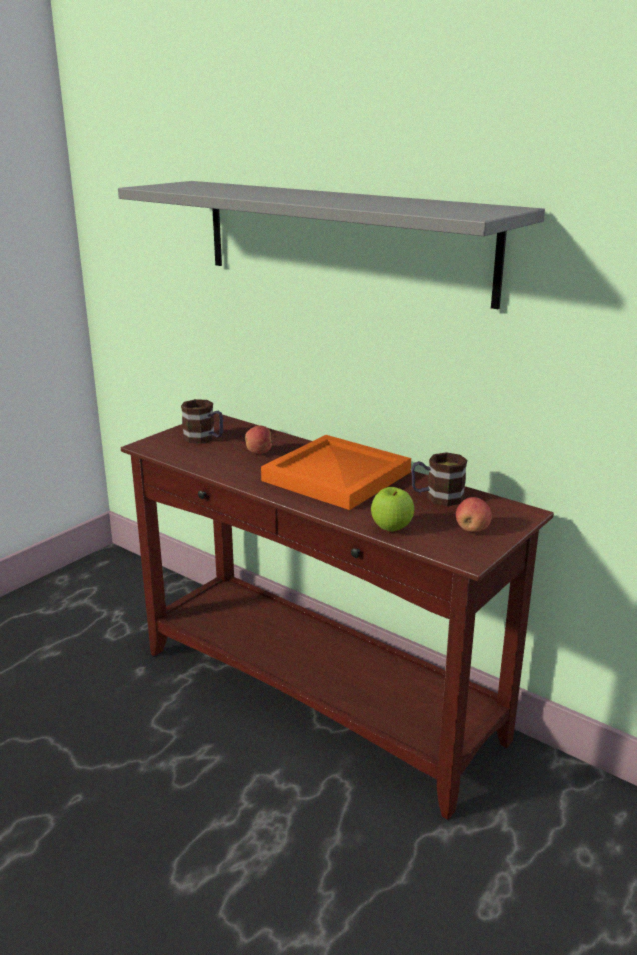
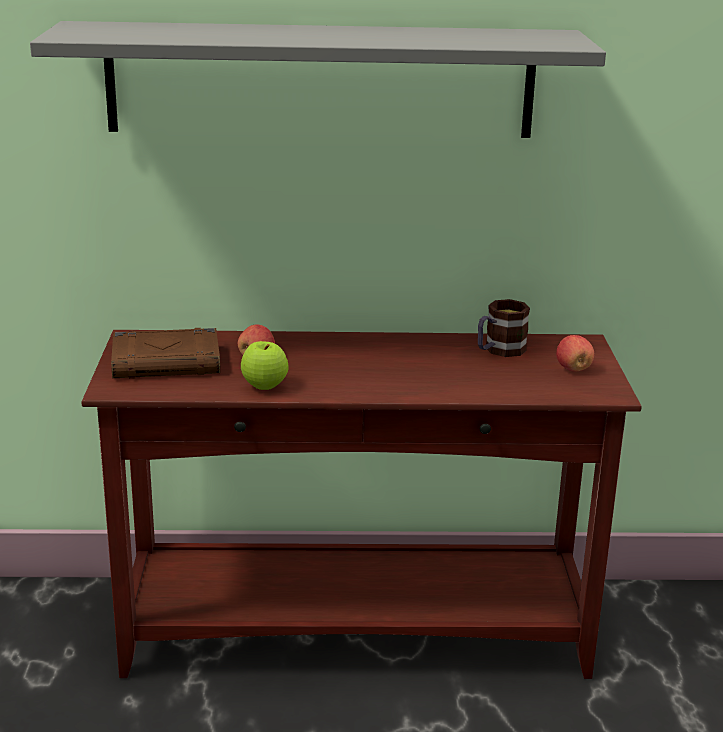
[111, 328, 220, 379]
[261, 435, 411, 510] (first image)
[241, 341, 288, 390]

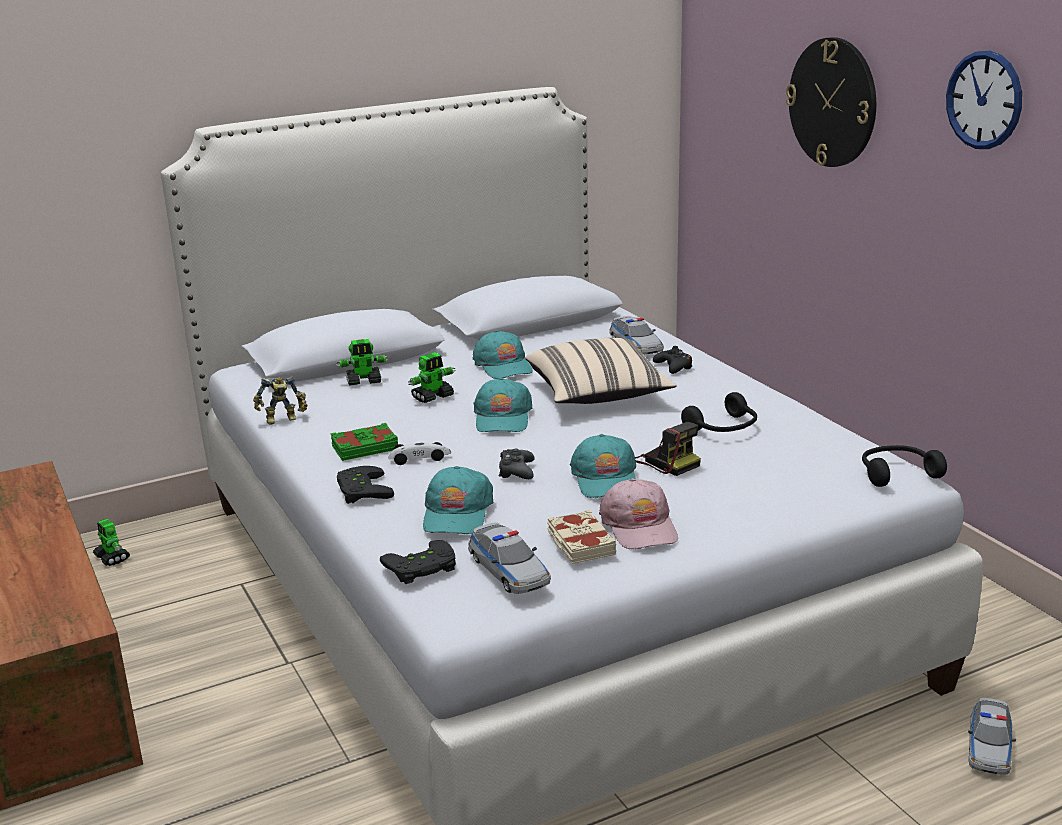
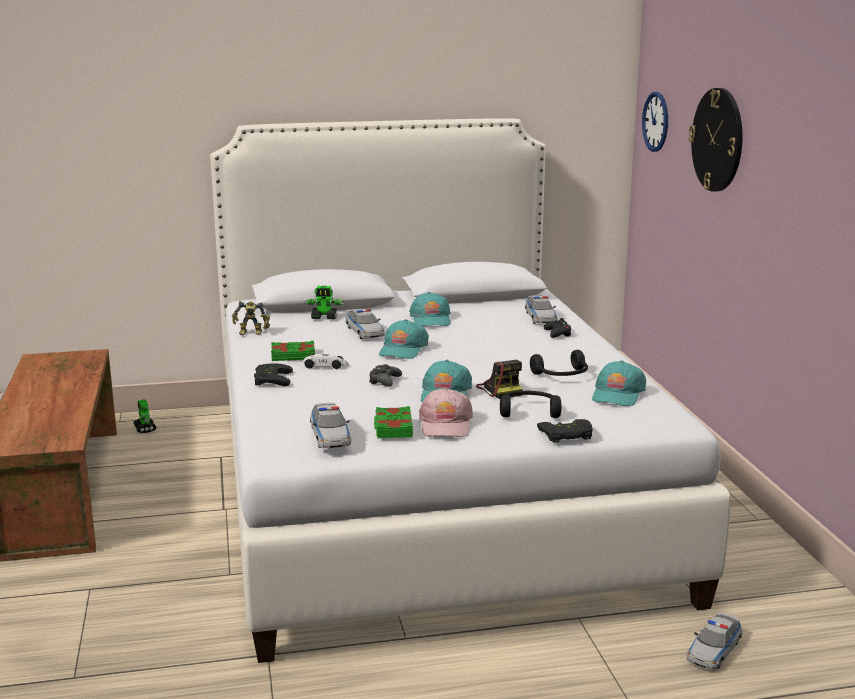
[642, 92, 668, 152]
[525, 338, 677, 404] (first image)
[346, 309, 385, 339]
[500, 391, 562, 418]
[592, 361, 646, 406]
[374, 406, 413, 438]
[537, 419, 593, 443]

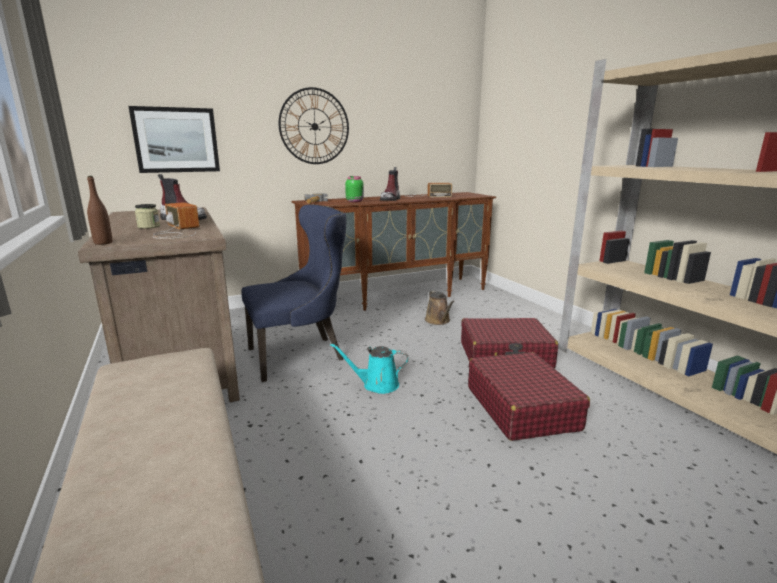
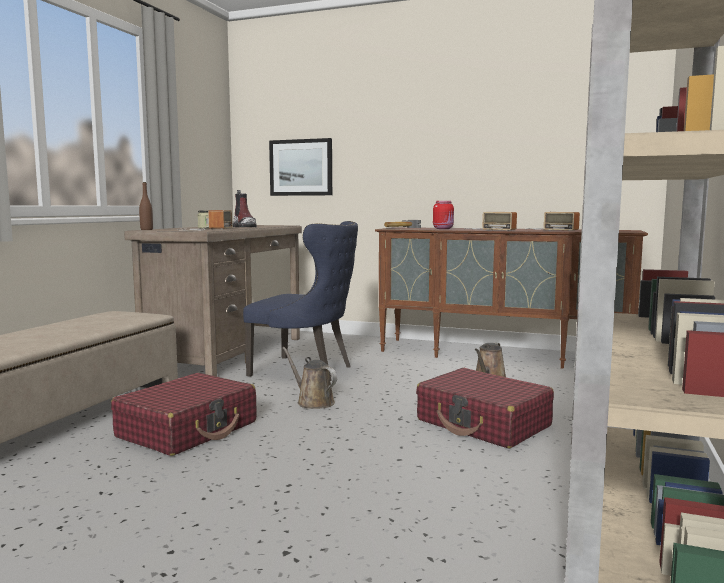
[279, 87, 349, 164] (first image)
[465, 212, 517, 231]
[433, 201, 454, 229]
[282, 347, 337, 409]
[111, 373, 257, 456]

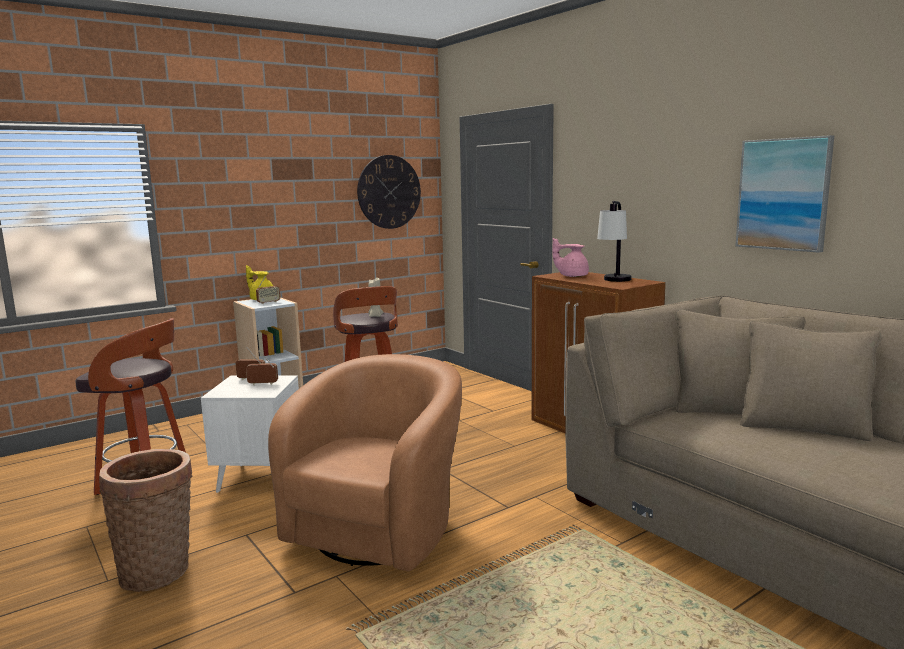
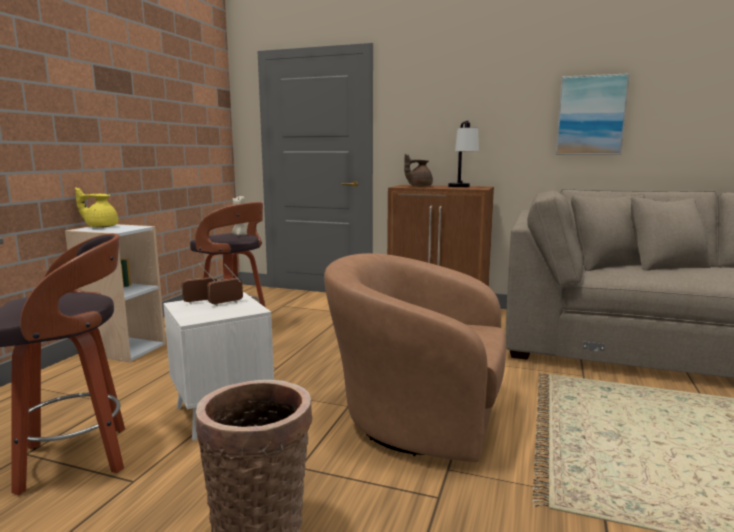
[357, 155, 421, 229] (first image)
[404, 154, 433, 187]
[256, 275, 280, 304] (first image)
[324, 253, 506, 462]

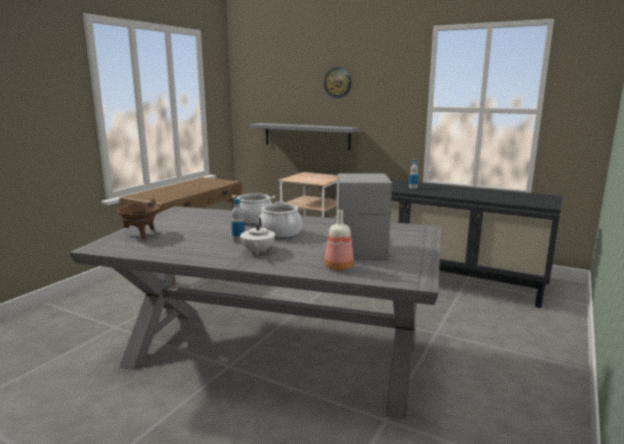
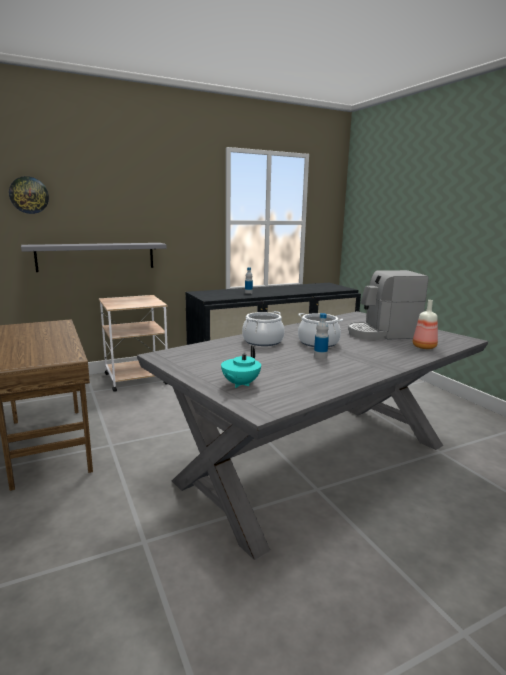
[9, 176, 49, 214]
[348, 270, 429, 340]
[221, 345, 261, 388]
[240, 218, 275, 255] (first image)

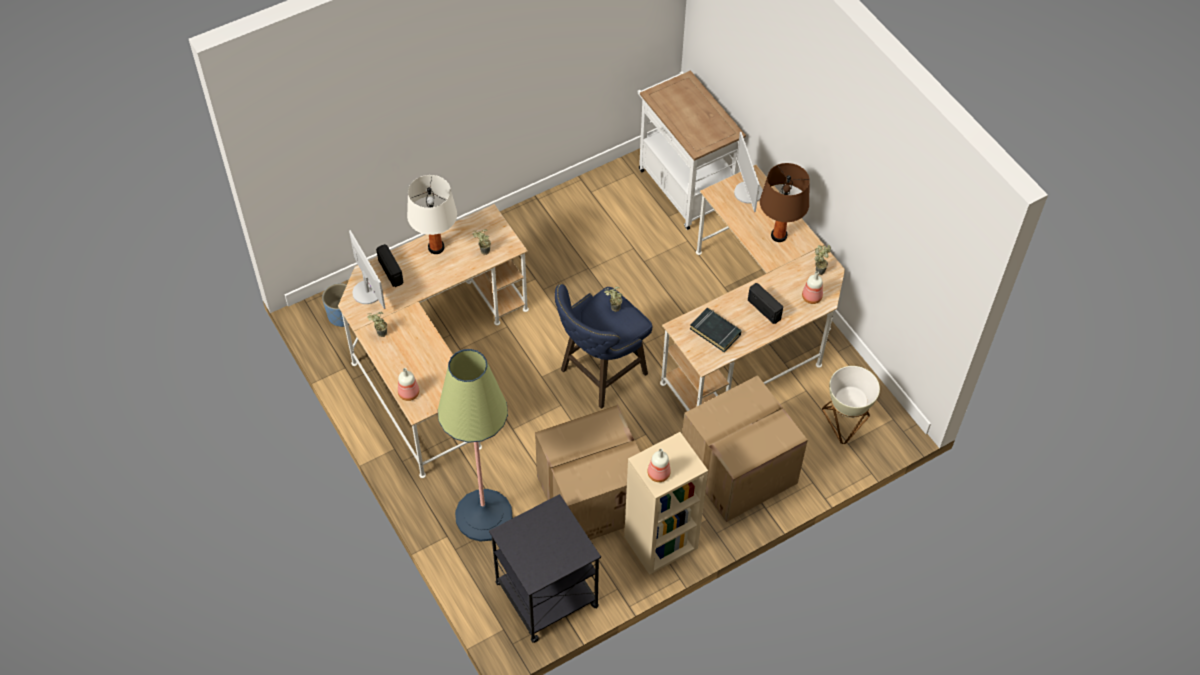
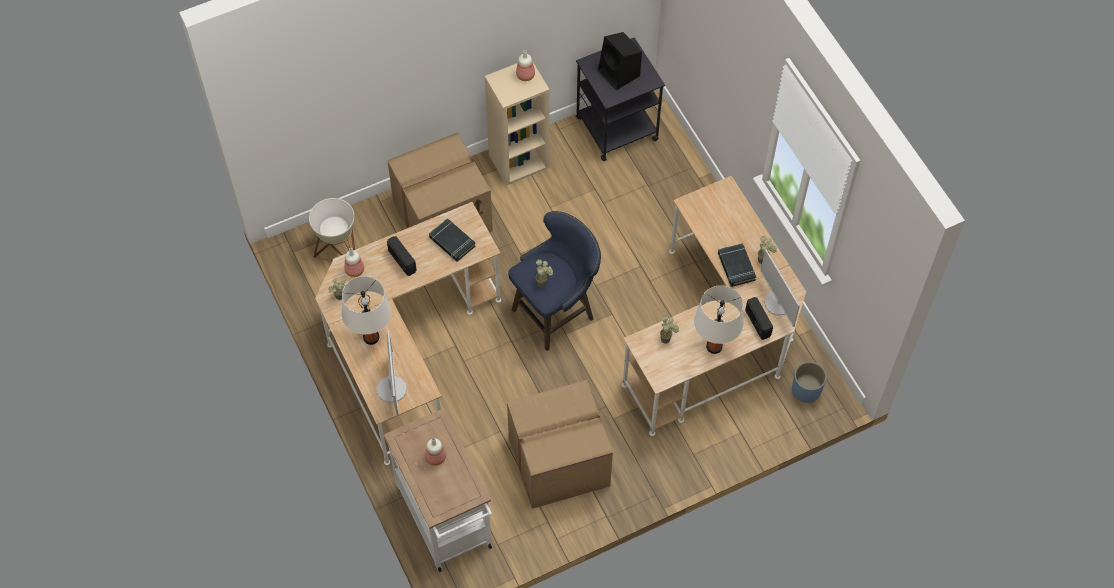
[342, 276, 391, 345]
[438, 349, 513, 542] (first image)
[425, 438, 446, 466]
[507, 380, 613, 509]
[598, 32, 642, 90]
[718, 243, 756, 287]

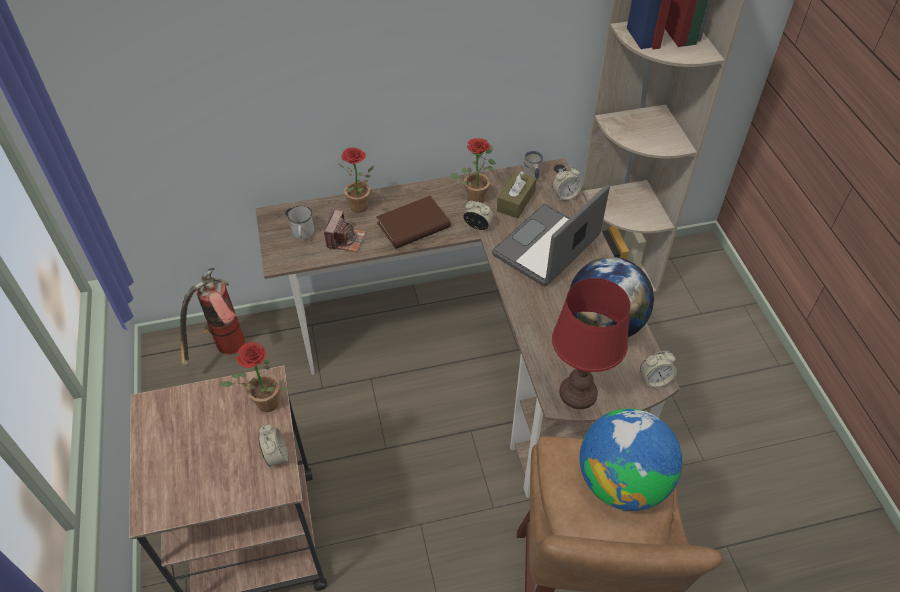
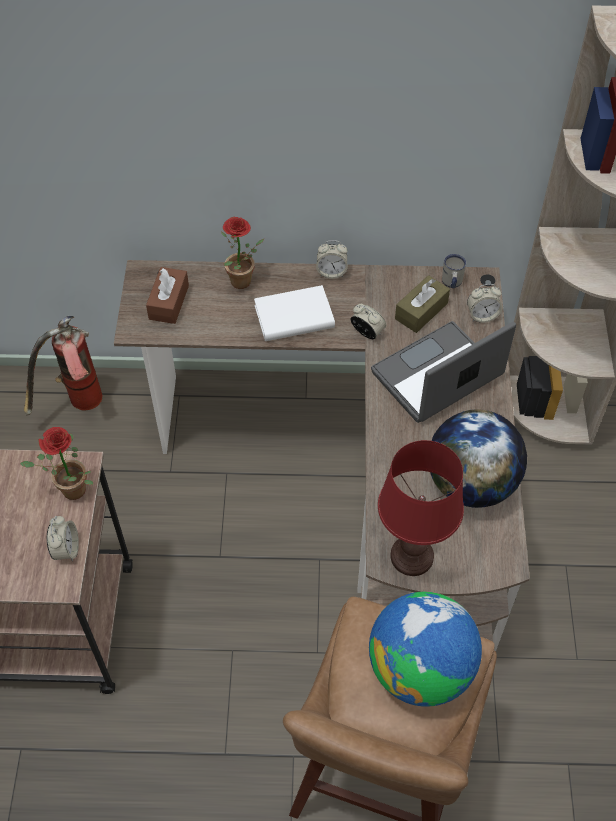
[450, 138, 496, 203] (first image)
[254, 285, 335, 341]
[146, 267, 189, 324]
[324, 210, 366, 252] (first image)
[316, 240, 348, 279]

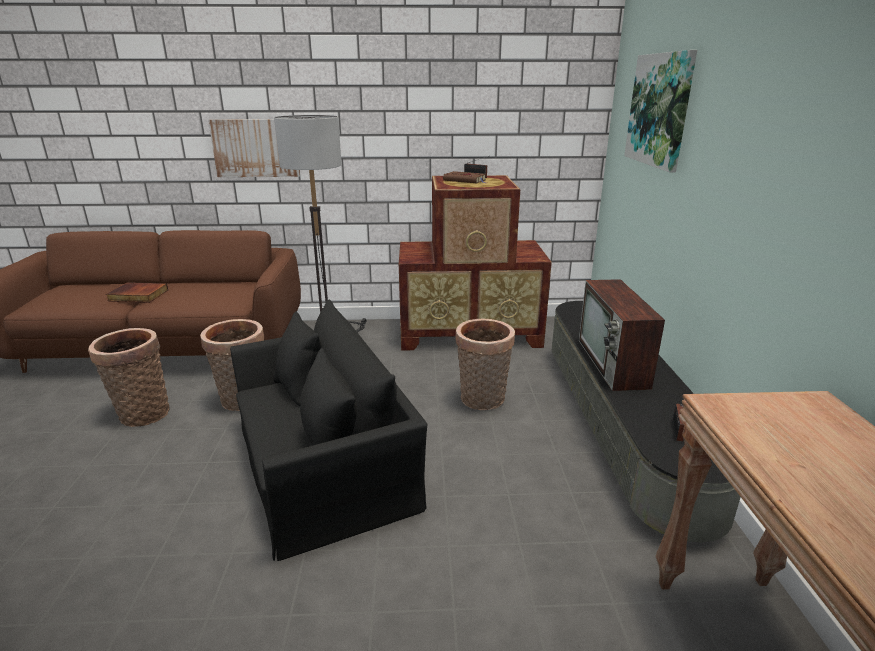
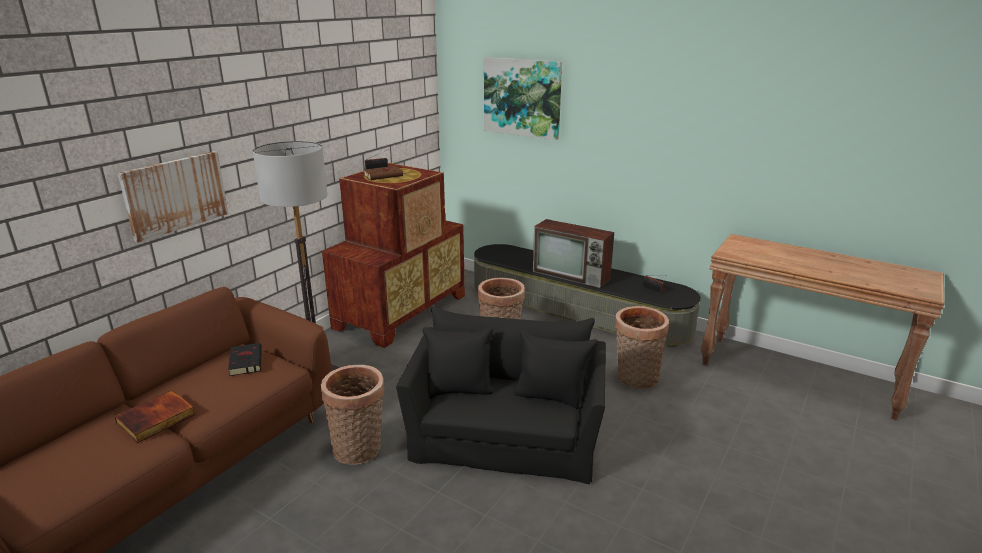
[615, 306, 669, 389]
[228, 343, 262, 376]

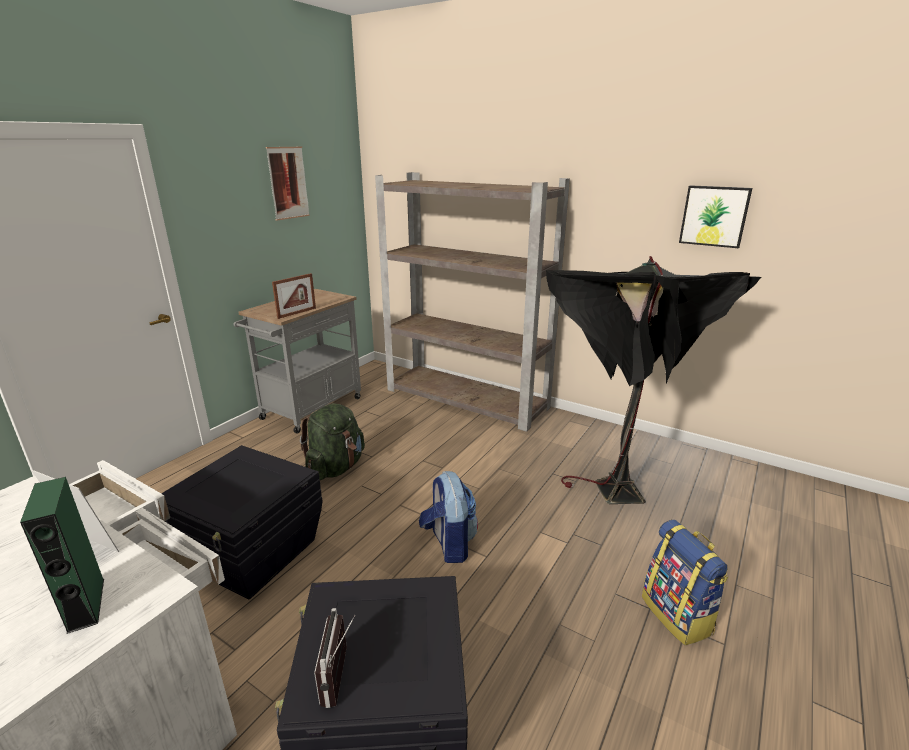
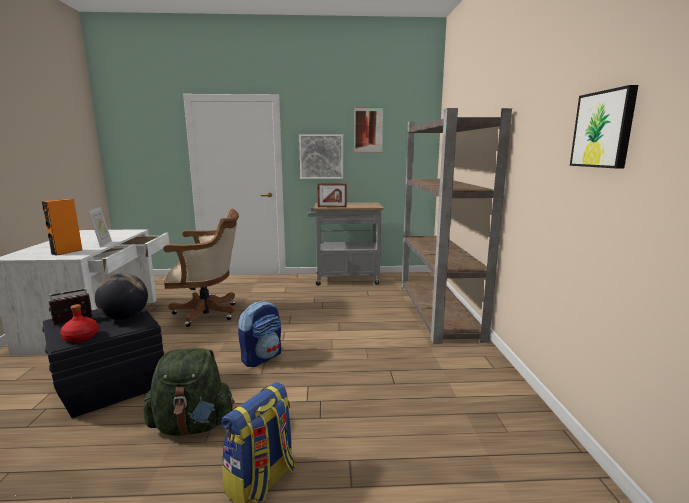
[546, 256, 761, 504] (first image)
[144, 348, 235, 436]
[163, 208, 239, 327]
[42, 199, 82, 256]
[299, 134, 343, 179]
[95, 273, 148, 320]
[60, 304, 99, 343]

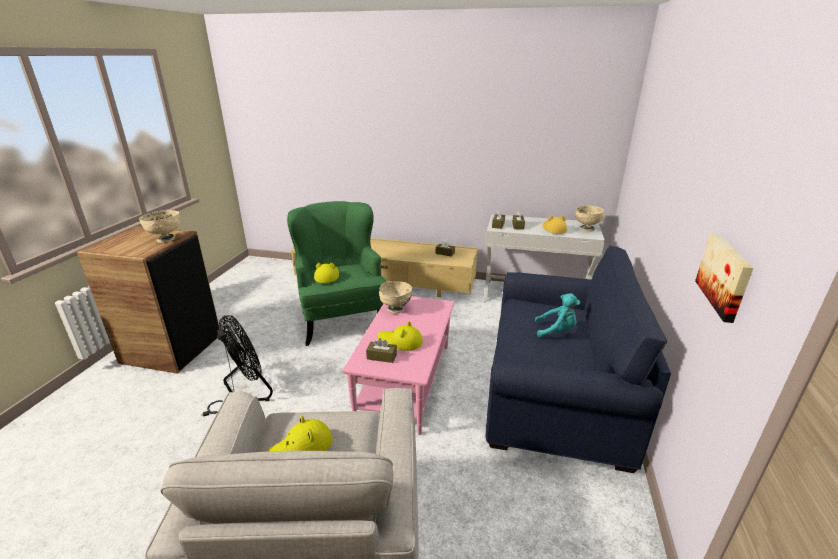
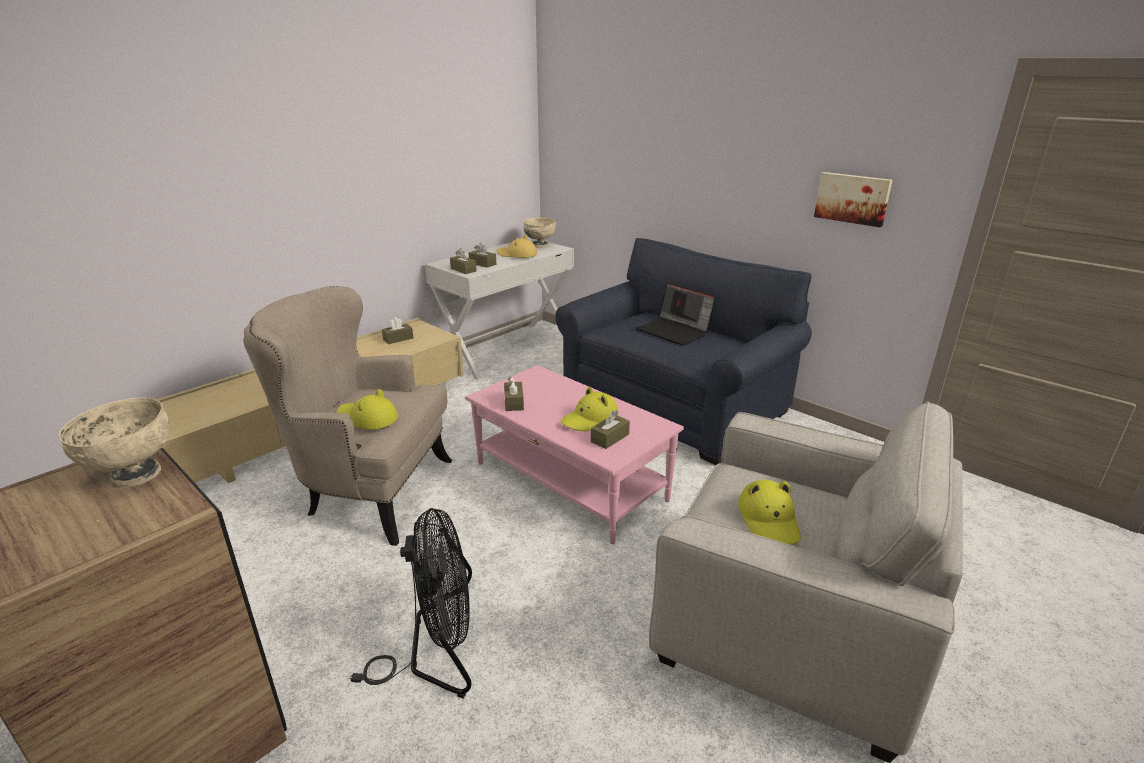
[243, 286, 452, 546]
[504, 377, 524, 411]
[636, 282, 716, 346]
[349, 508, 472, 699]

